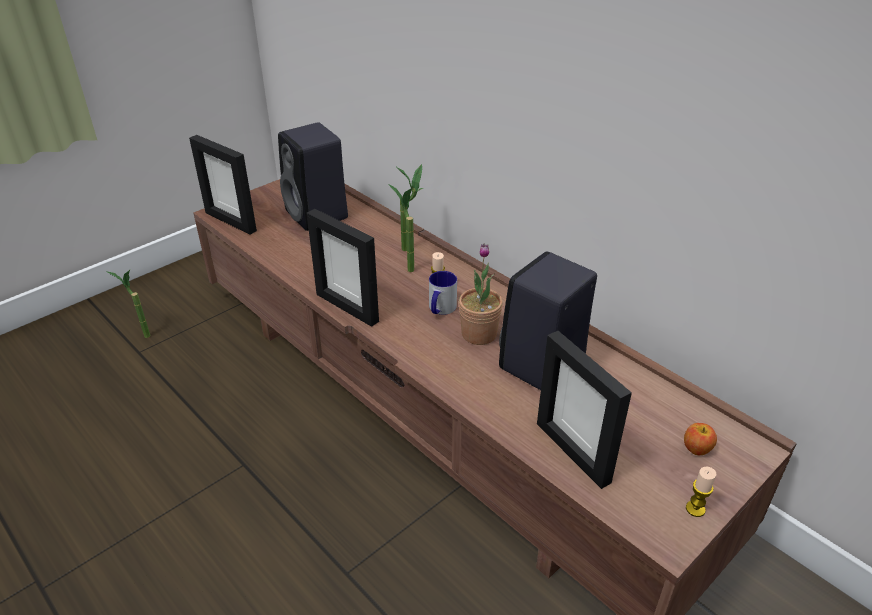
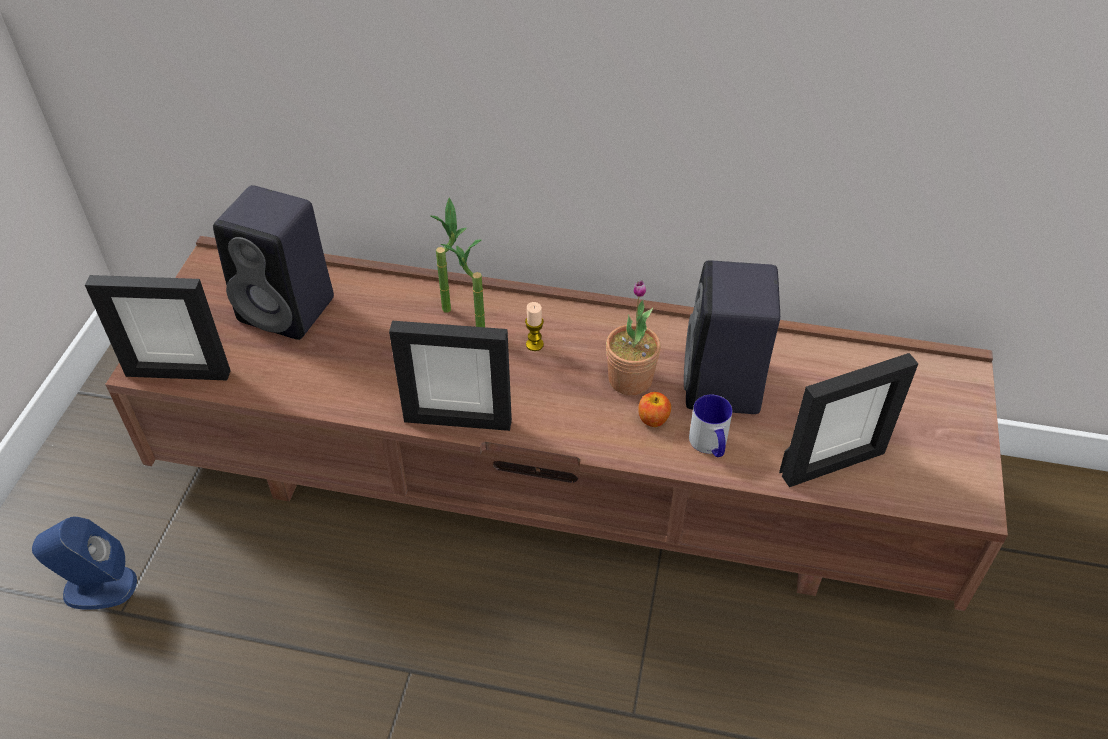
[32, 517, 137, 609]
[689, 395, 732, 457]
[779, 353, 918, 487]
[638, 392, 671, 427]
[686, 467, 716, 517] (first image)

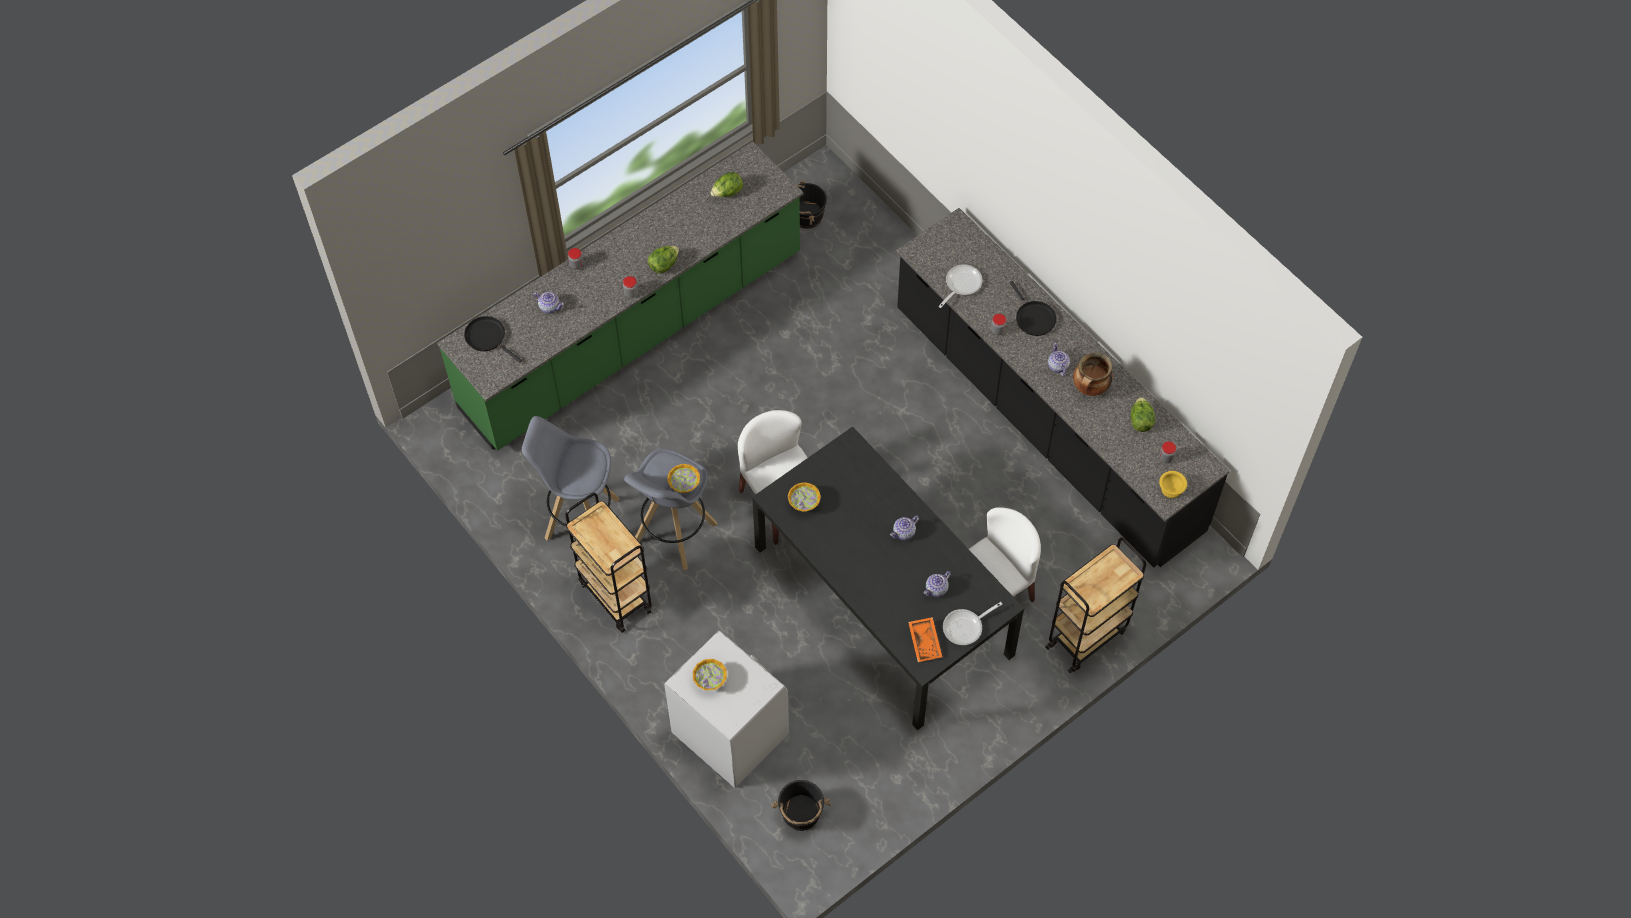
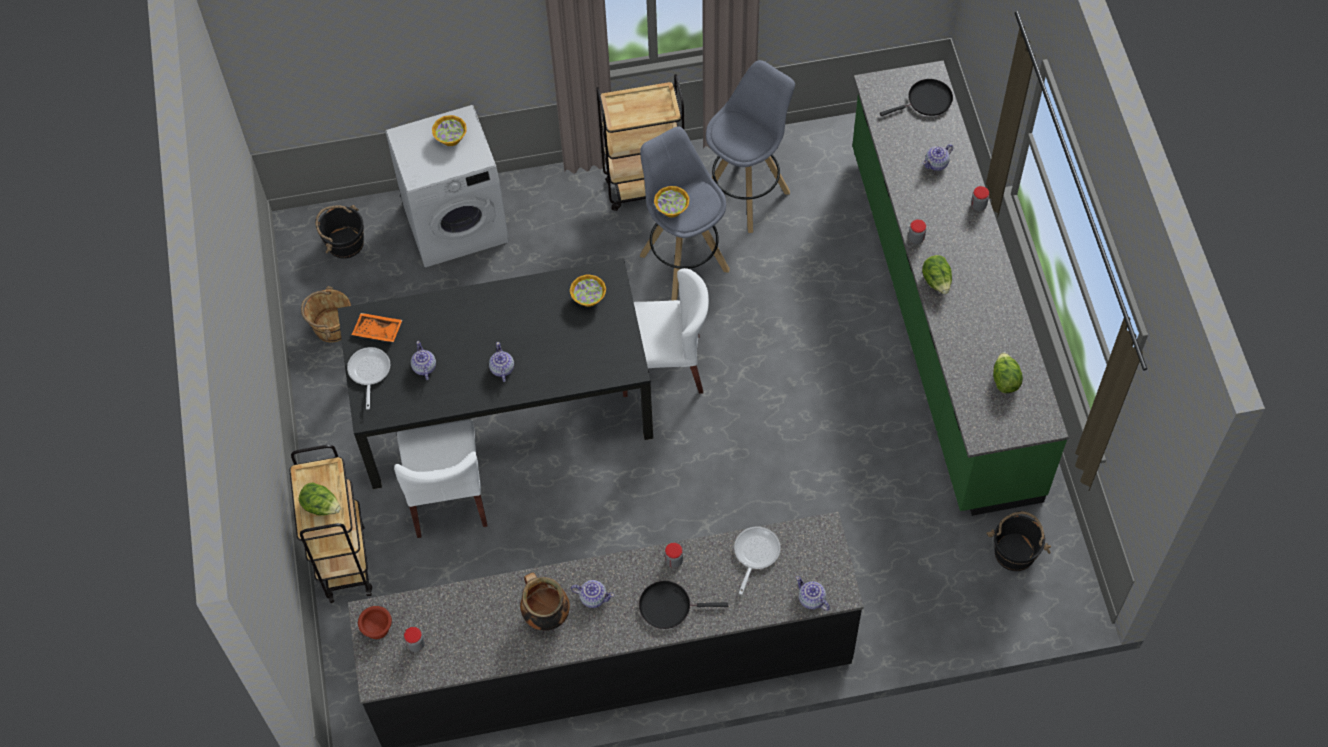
[734, 527, 780, 595]
[299, 482, 341, 516]
[358, 606, 392, 639]
[301, 286, 351, 342]
[796, 576, 830, 611]

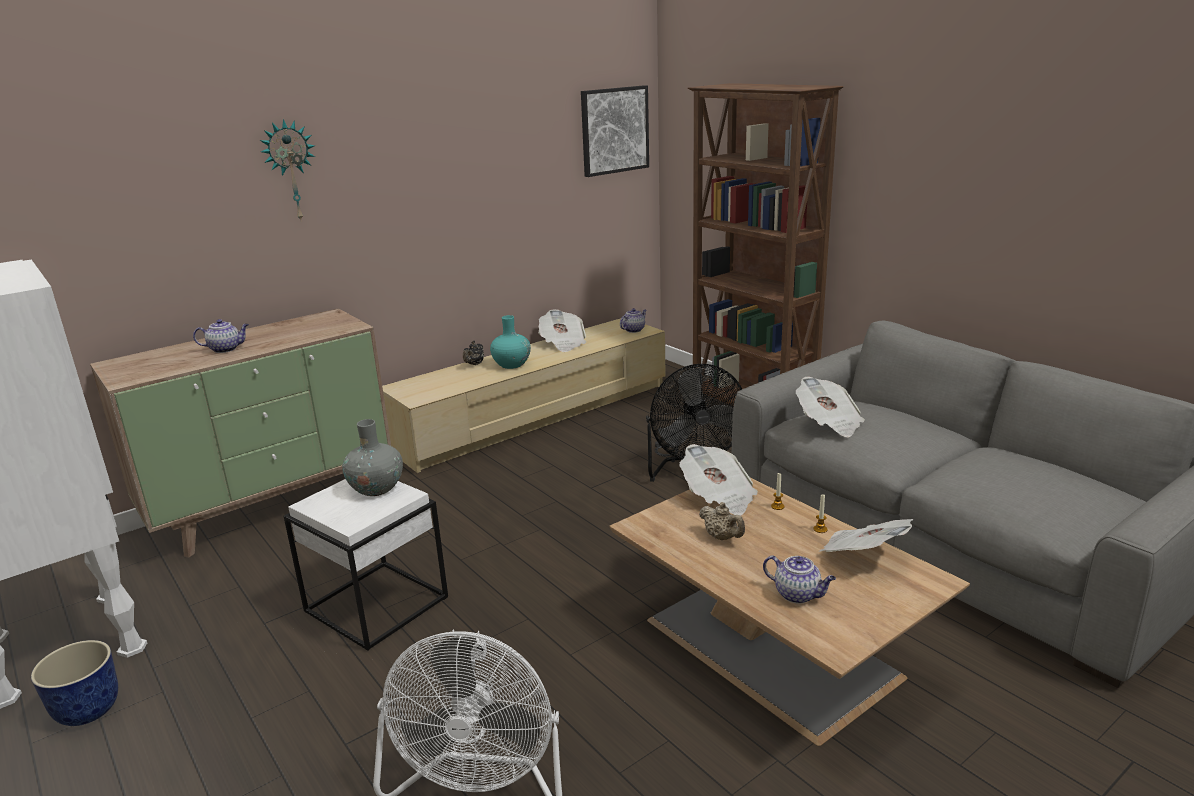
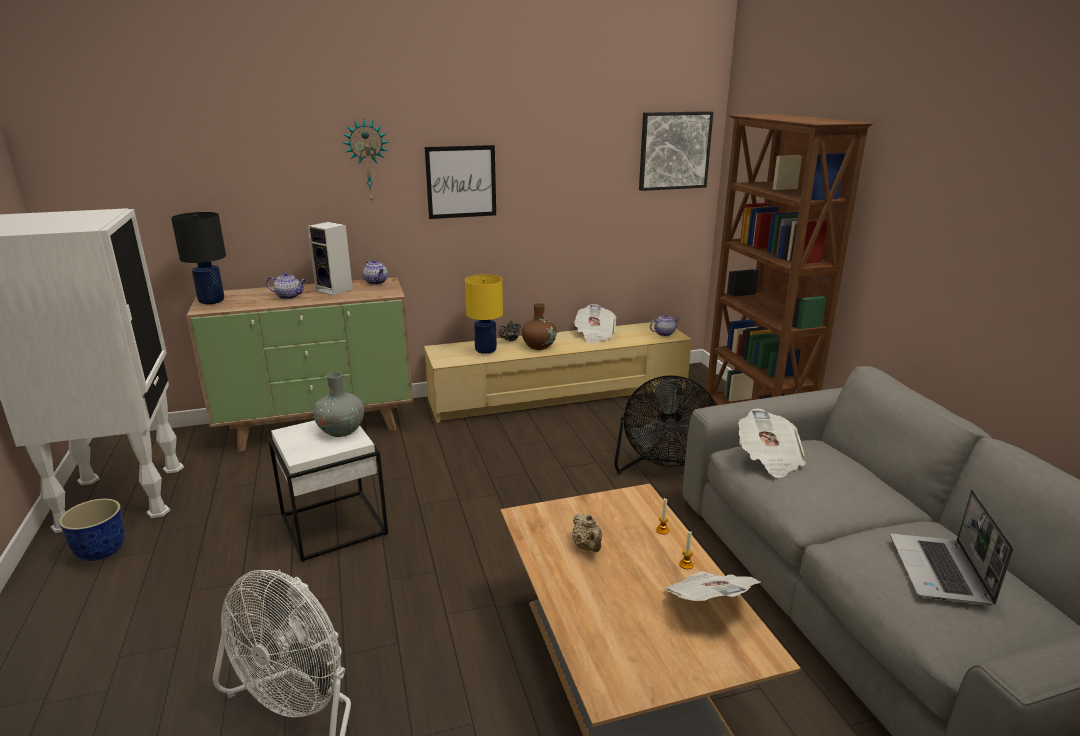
[522, 303, 557, 350]
[680, 444, 758, 516] (first image)
[363, 260, 388, 285]
[425, 145, 496, 219]
[171, 212, 226, 305]
[307, 222, 353, 296]
[465, 274, 503, 354]
[890, 490, 1013, 606]

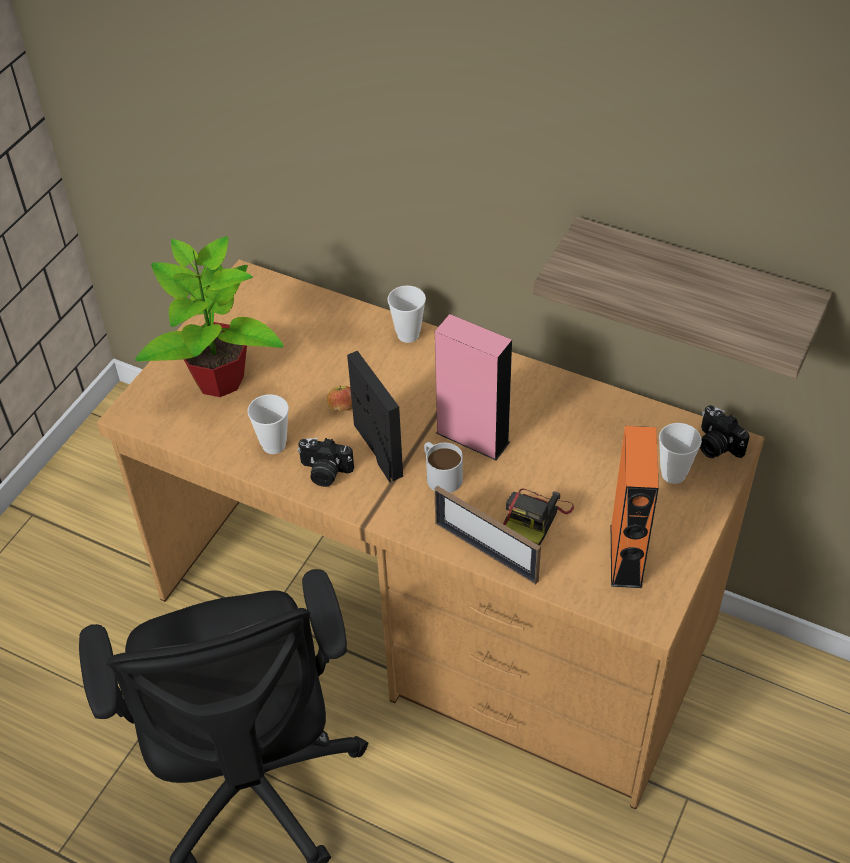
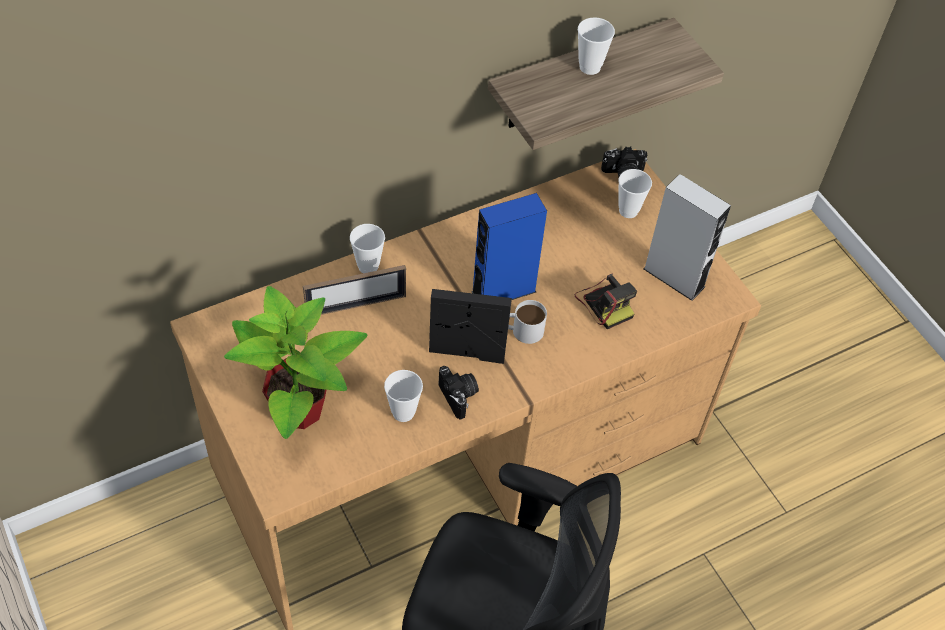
[471, 193, 547, 300]
[327, 385, 352, 411] (first image)
[643, 174, 731, 301]
[438, 365, 479, 420]
[303, 265, 406, 315]
[578, 17, 615, 75]

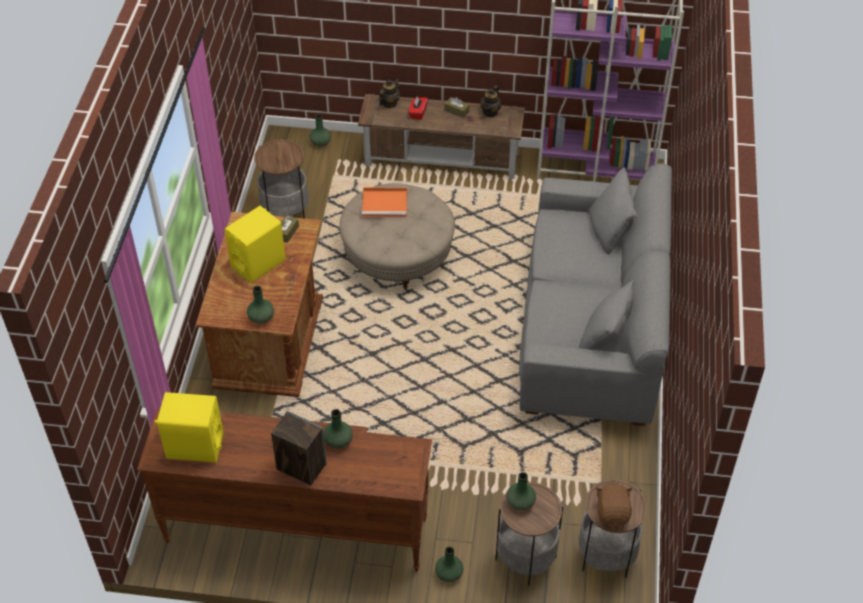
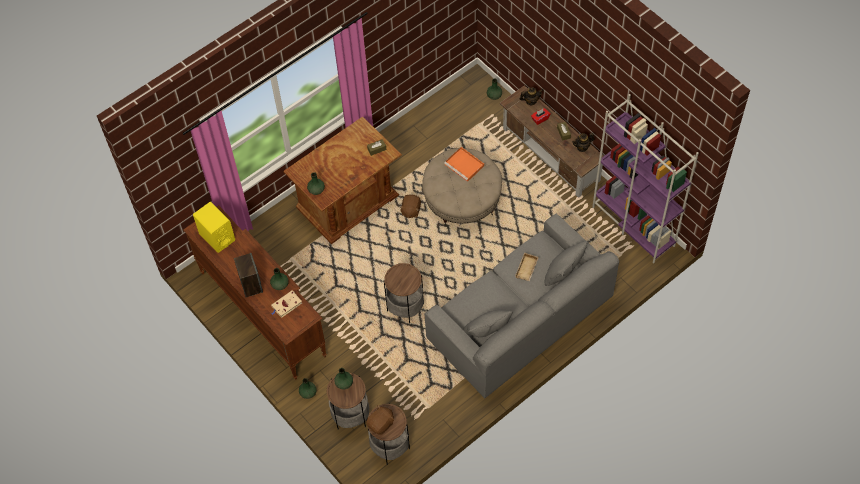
[384, 263, 424, 324]
[224, 206, 286, 283] (first image)
[399, 194, 421, 218]
[515, 252, 539, 281]
[271, 290, 302, 318]

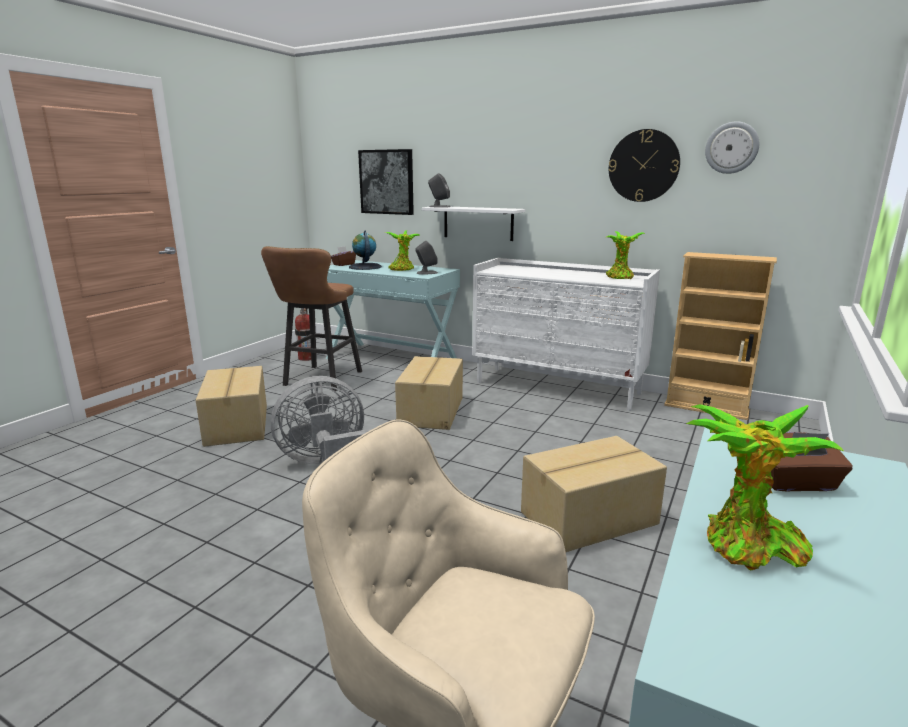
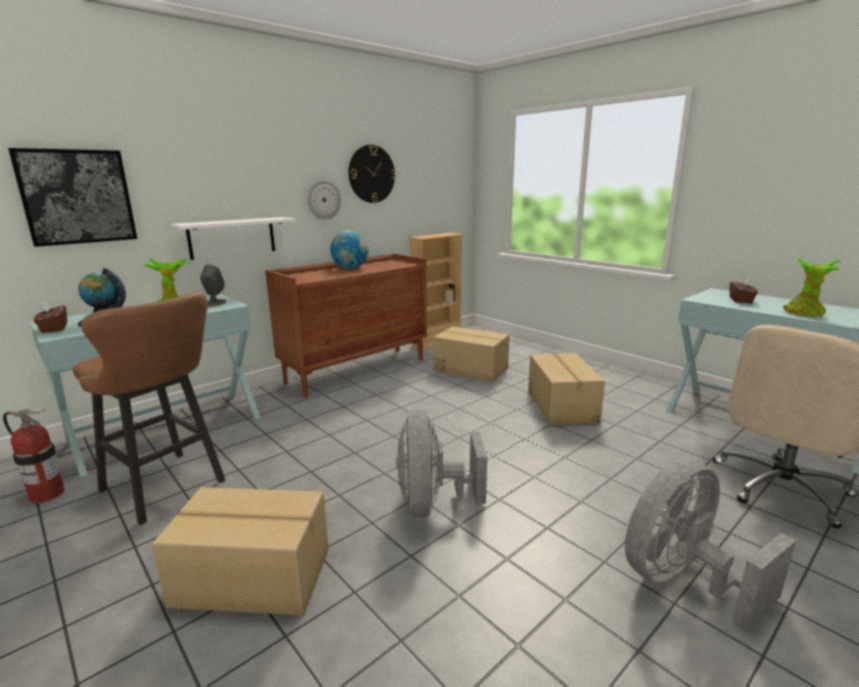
[307, 180, 341, 220]
[428, 173, 450, 207] (first image)
[606, 231, 645, 279] (first image)
[265, 253, 427, 398]
[433, 326, 510, 382]
[330, 230, 369, 269]
[625, 459, 796, 628]

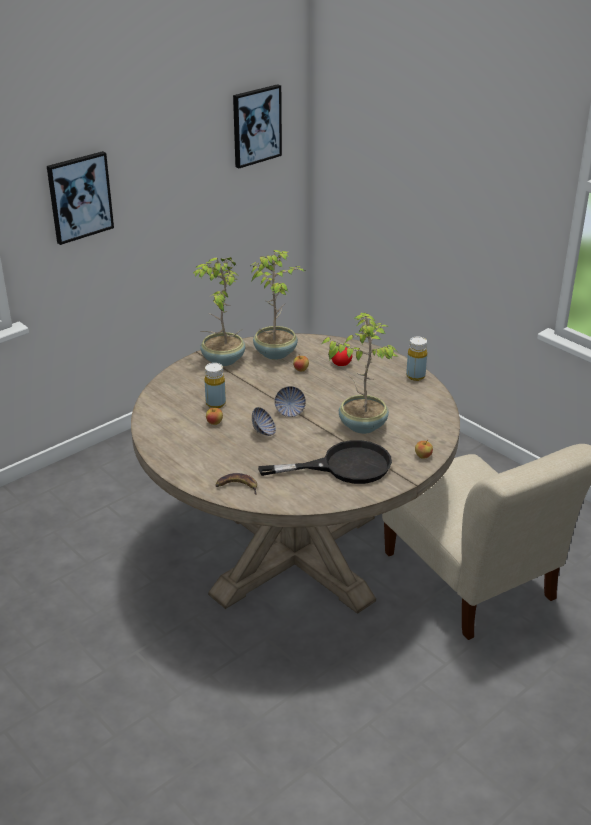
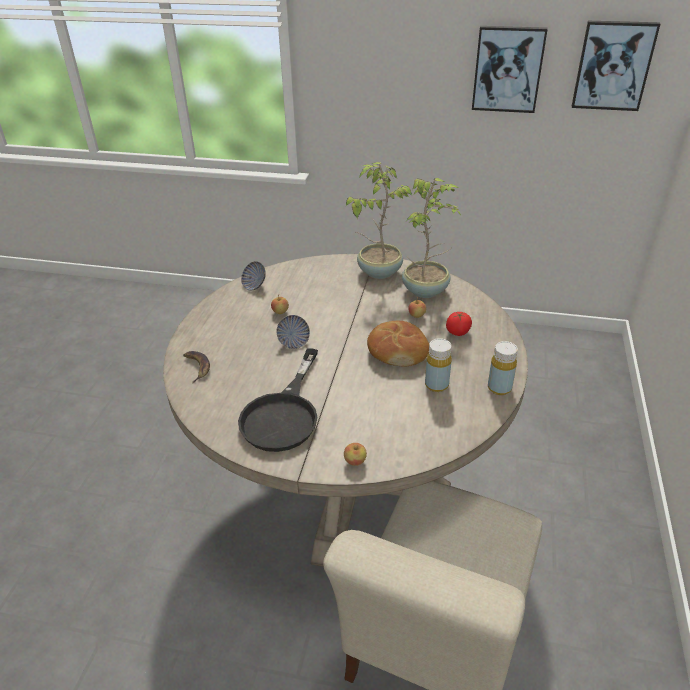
[472, 26, 548, 113]
[322, 313, 398, 434] (first image)
[425, 338, 452, 392]
[241, 261, 266, 290]
[238, 348, 318, 452]
[367, 321, 429, 367]

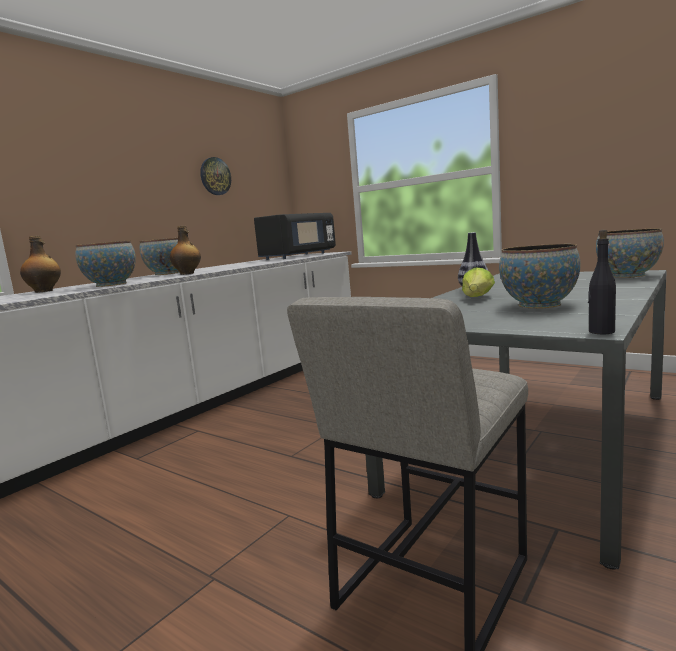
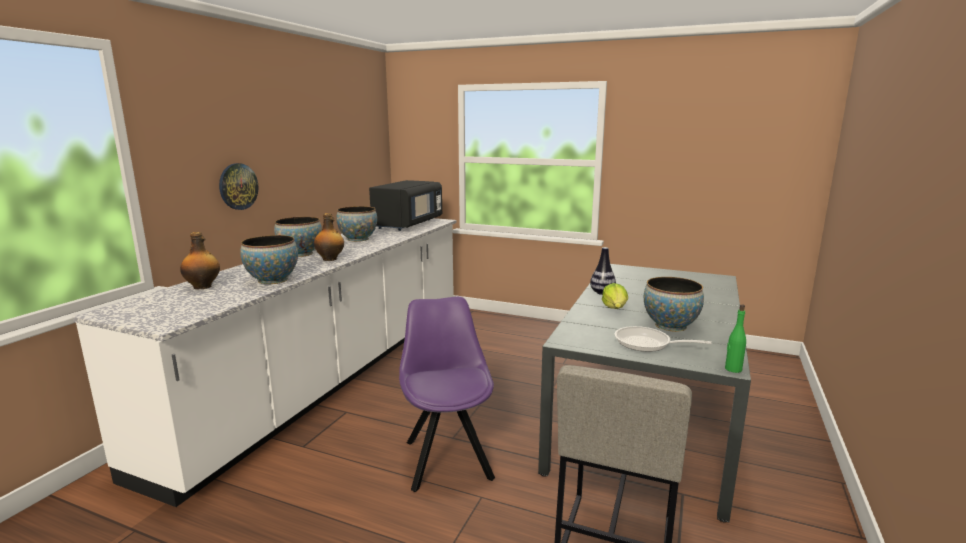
[219, 163, 258, 210]
[336, 206, 377, 242]
[725, 304, 746, 373]
[399, 296, 495, 492]
[615, 326, 712, 352]

